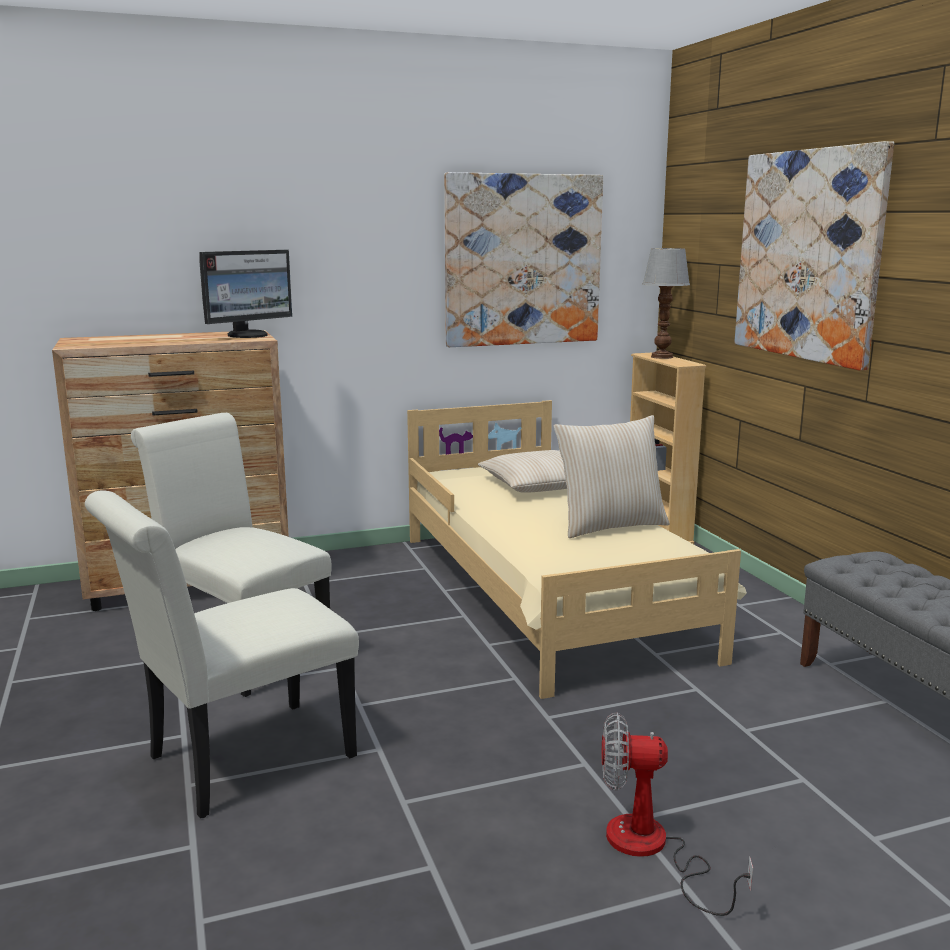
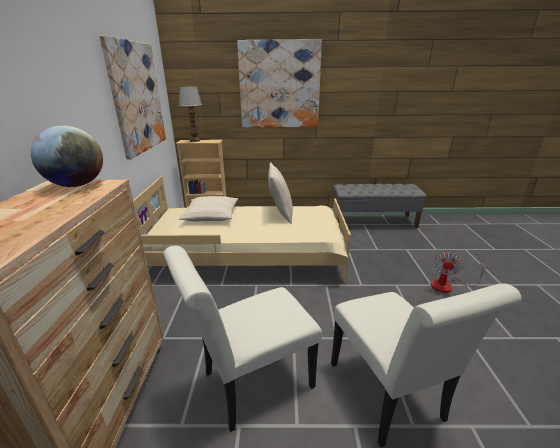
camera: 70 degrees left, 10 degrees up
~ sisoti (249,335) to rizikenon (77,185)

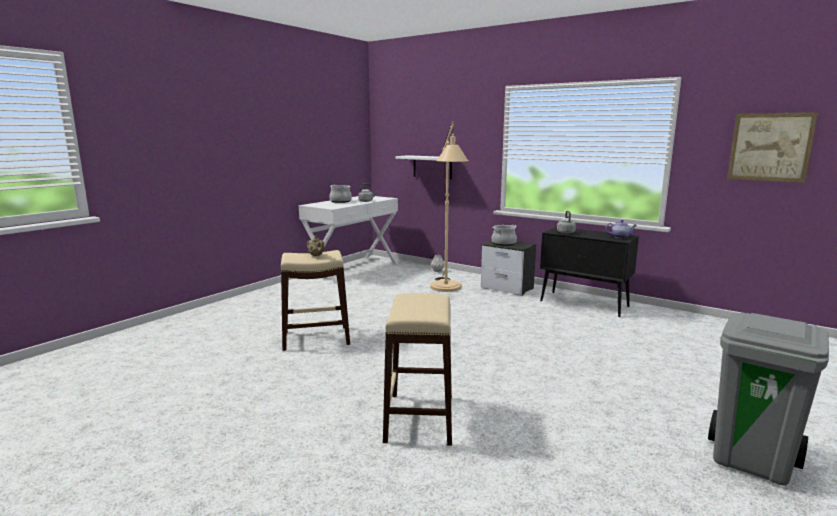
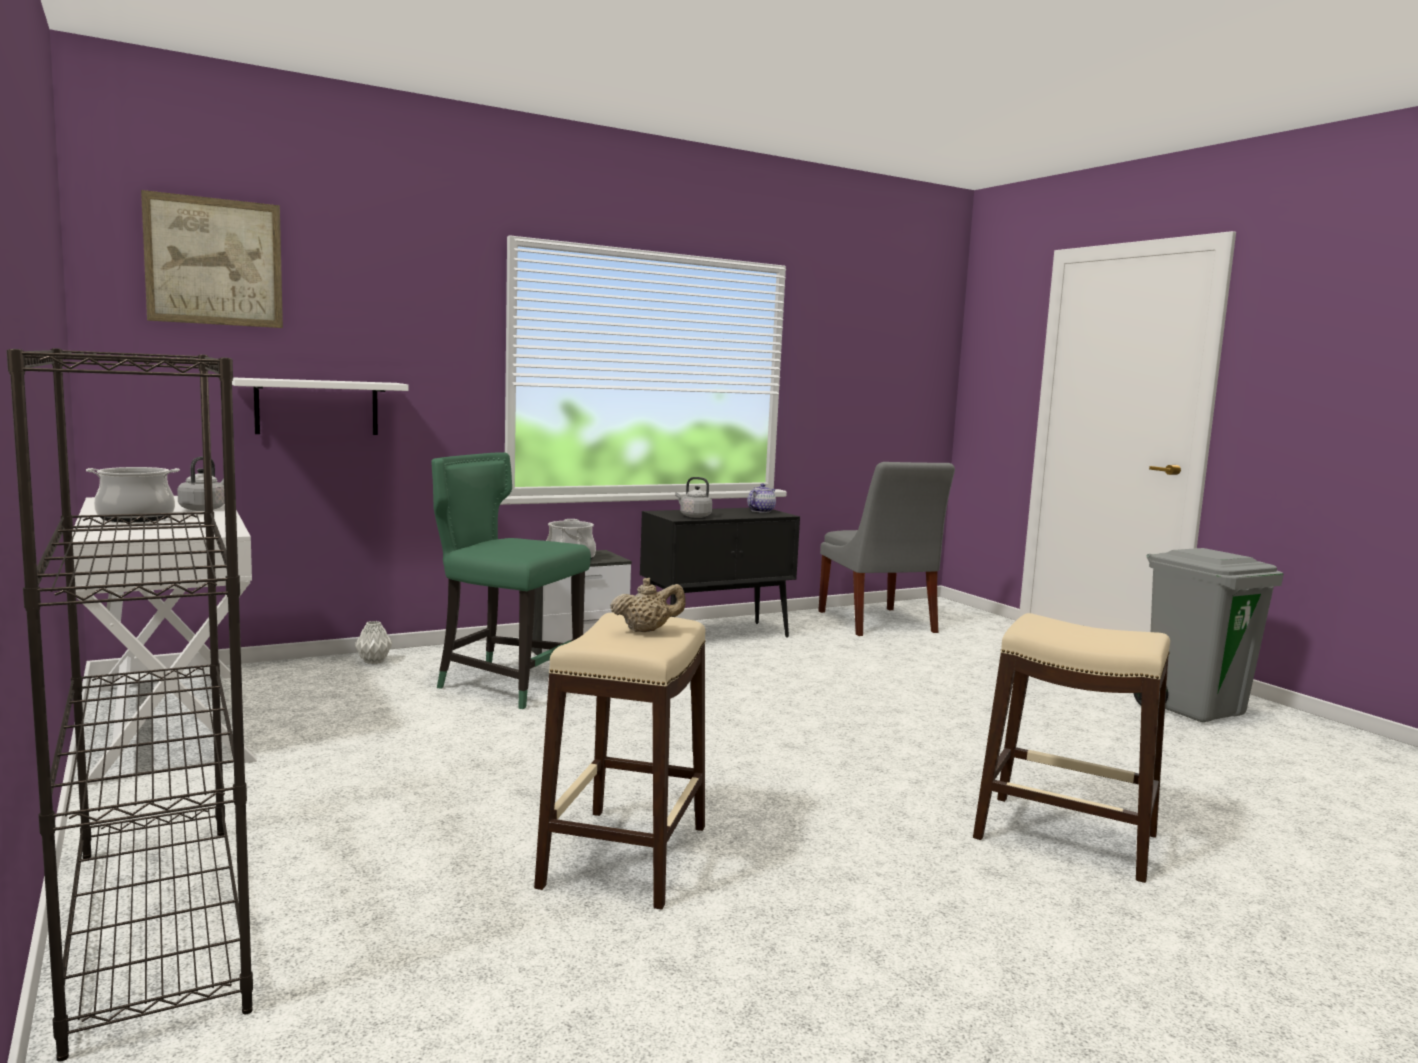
camera: 65 degrees left, 5 degrees down
+ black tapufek (155,923)
+ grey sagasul (877,623)
~ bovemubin (770,147) to (214,262)
~ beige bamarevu (446,289) to green sagasul (506,684)

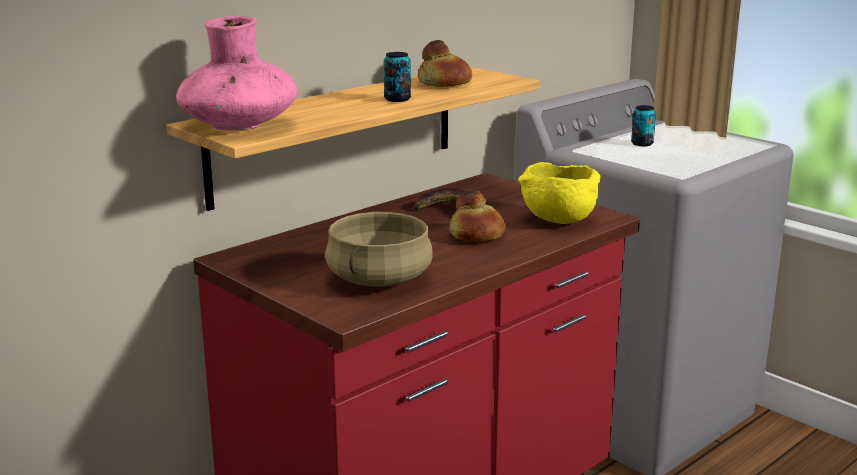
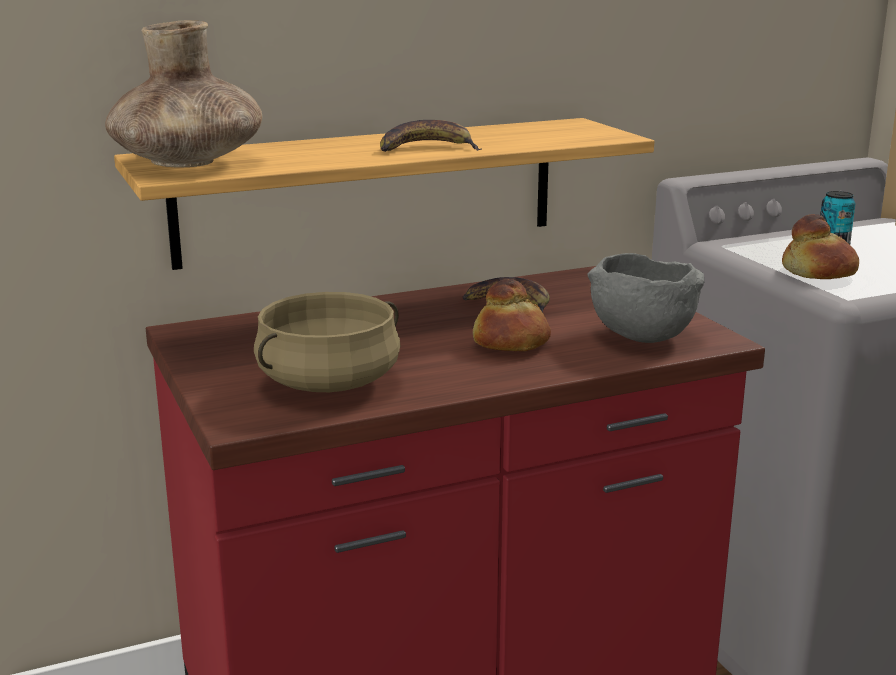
camera: 20 degrees right, 0 degrees up
~ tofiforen (444,84) to (817,273)
~ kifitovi (397,99) to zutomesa (427,148)
~ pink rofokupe (239,126) to brown rofokupe (187,163)
~ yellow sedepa (557,221) to grey sedepa (639,337)

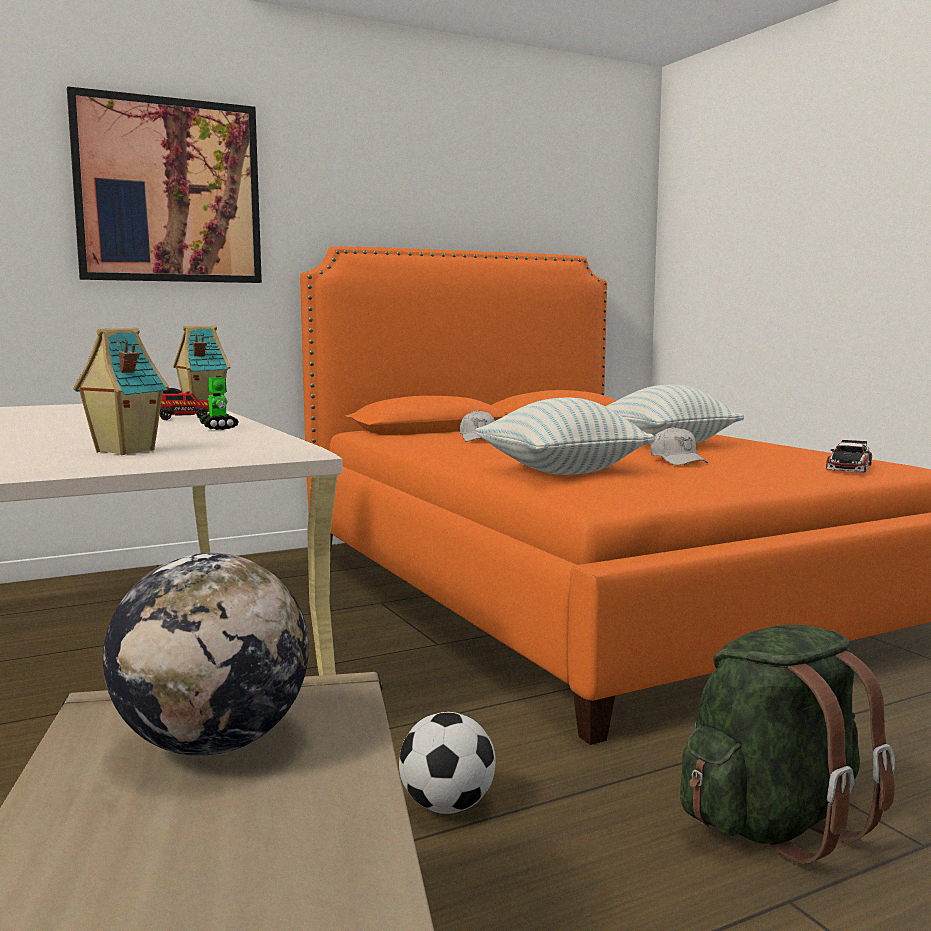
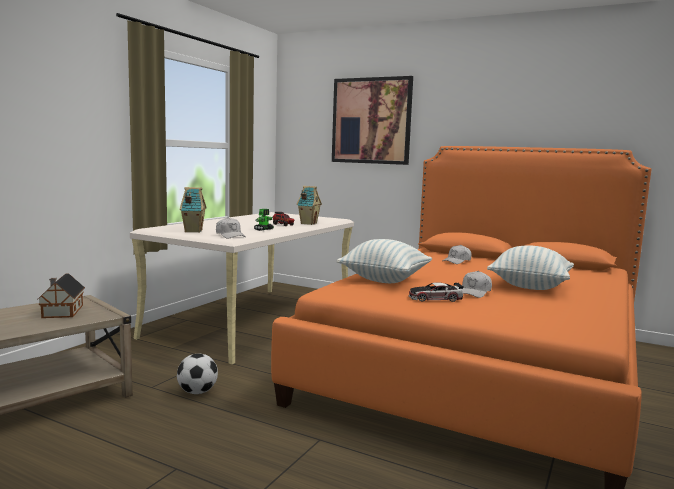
camera: 55 degrees right, 0 degrees up
- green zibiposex (774,823)
+ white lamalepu (230,236)
~ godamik (848,467) to (435,298)
~ rizikenon (213,744) to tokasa (61,312)

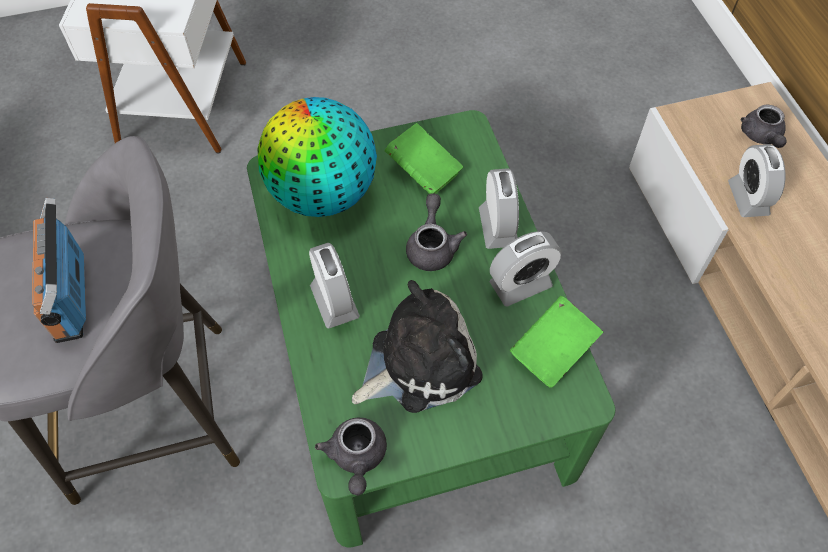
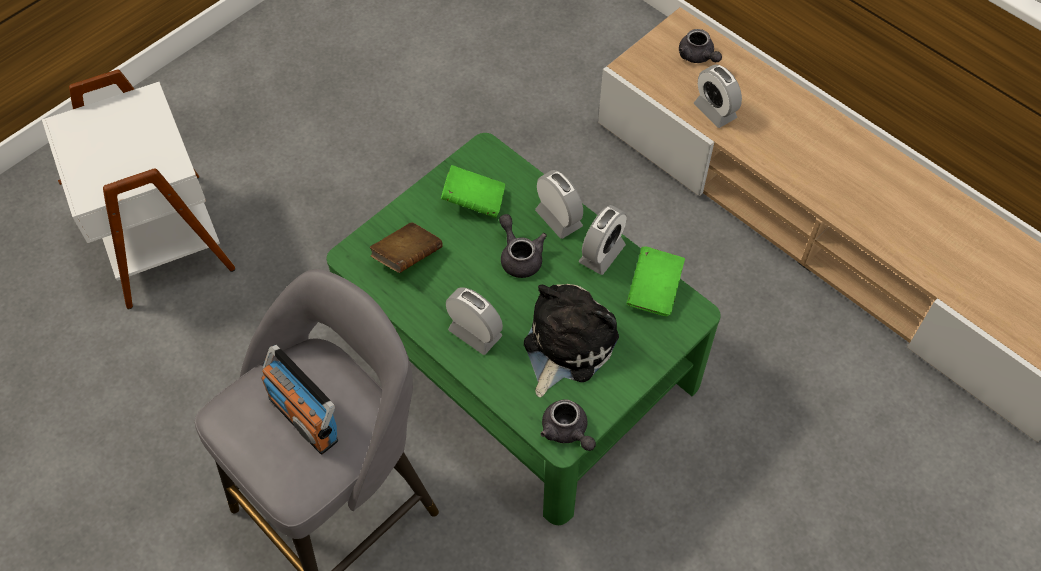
camera: 30 degrees left, 0 degrees up
~ rizikenon (322,194) to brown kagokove (407,257)

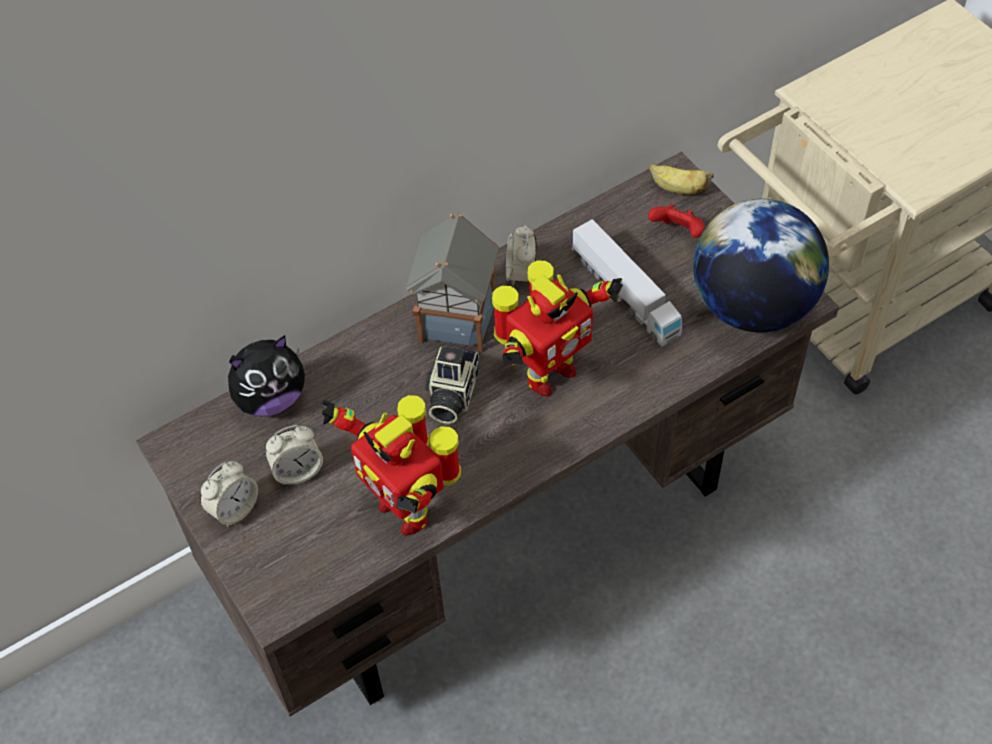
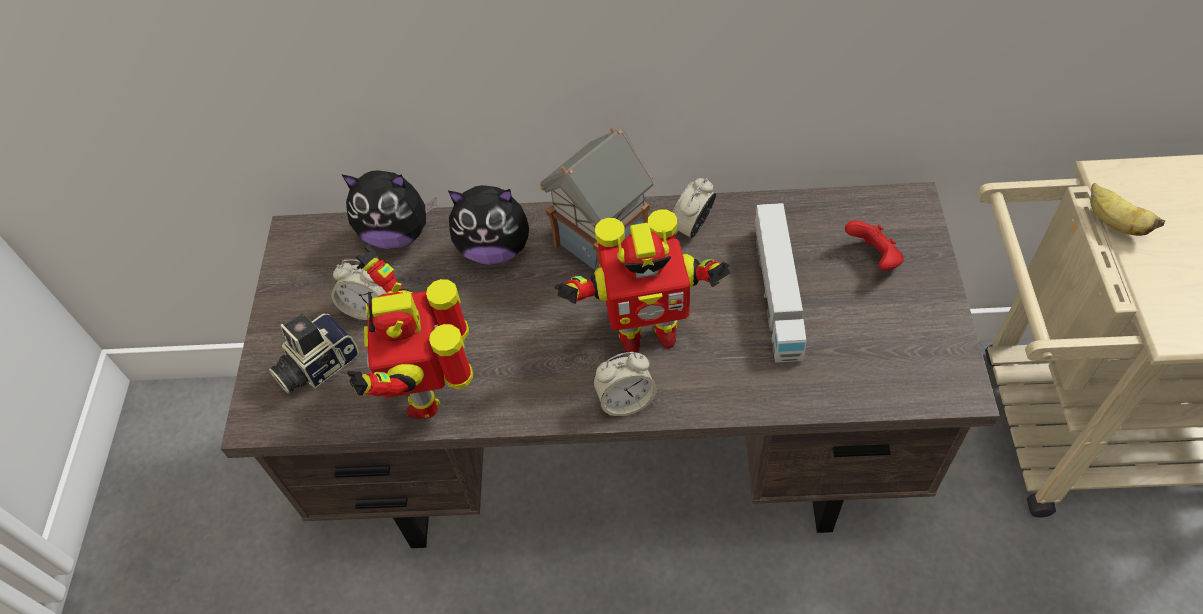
camera: 35 degrees right, 0 degrees up
- rizikenon (752,306)
+ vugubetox (495,249)
~ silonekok (234,509) to (625,400)
~ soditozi (451,395) to (316,365)
~ zutomesa (677,188) to (1114,222)

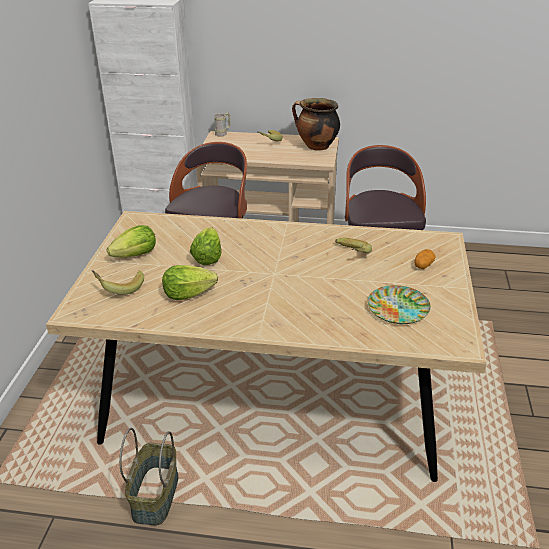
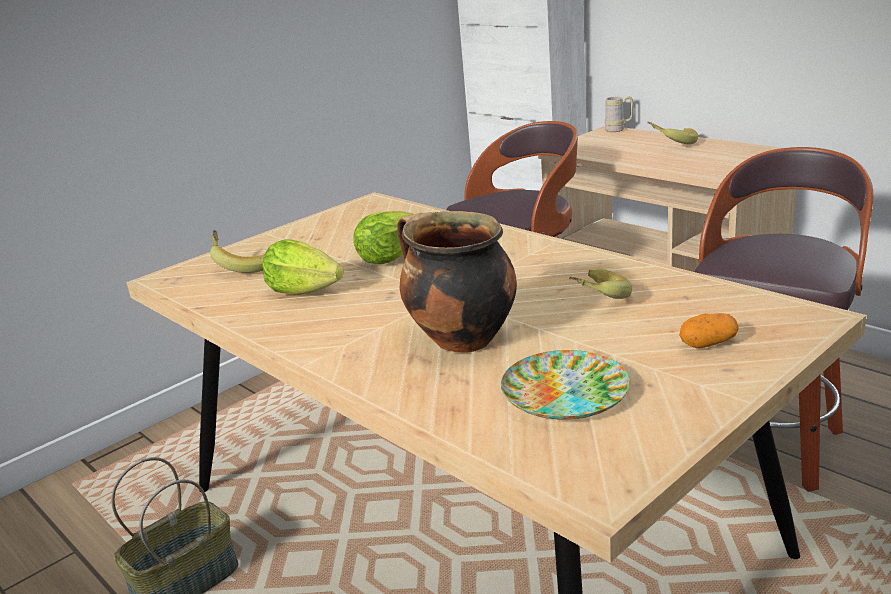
camera: 40 degrees right, 10 degrees down
- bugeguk (136,255)
~ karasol (316,147) to (460,339)

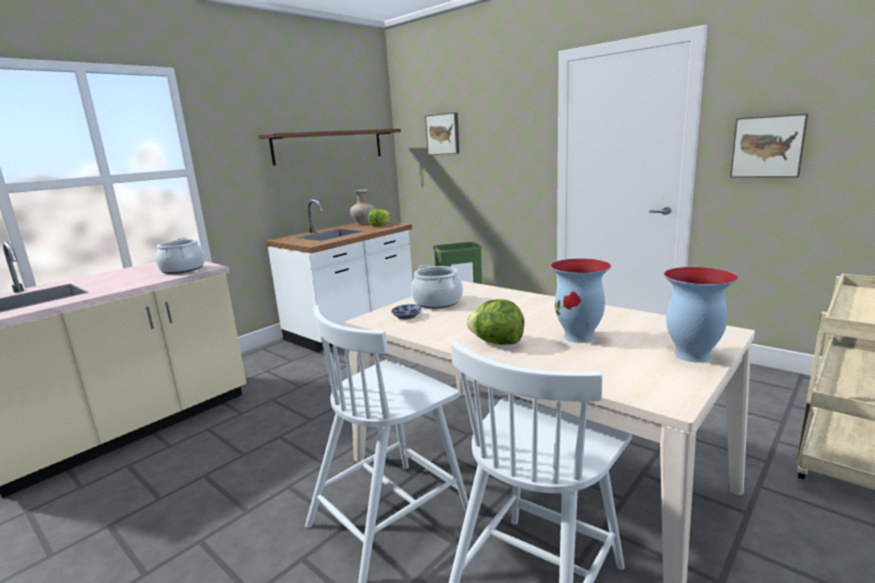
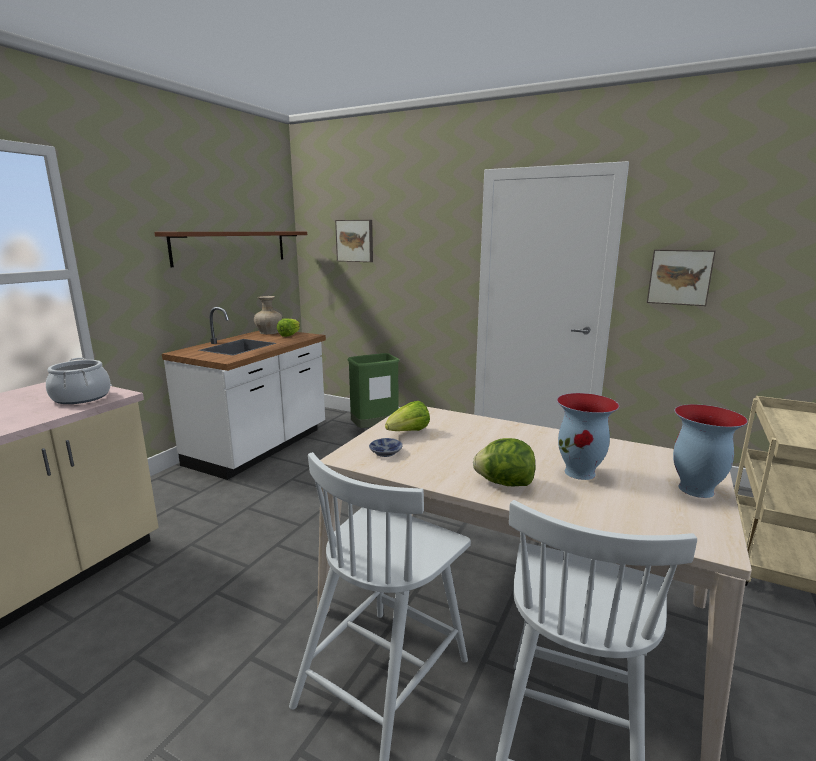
camera: 15 degrees left, 0 degrees up
~ karasol (438,302) to bugeguk (408,433)

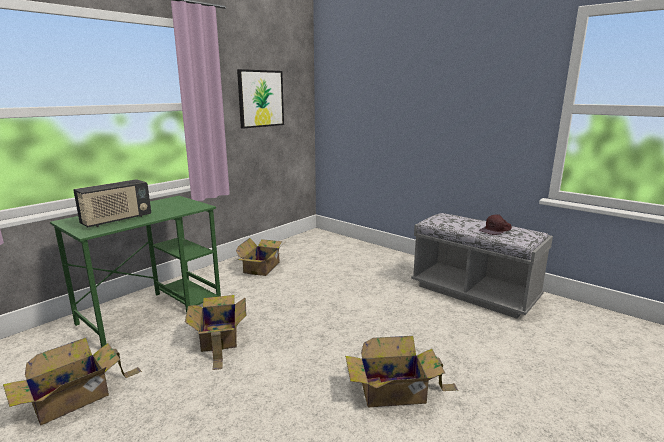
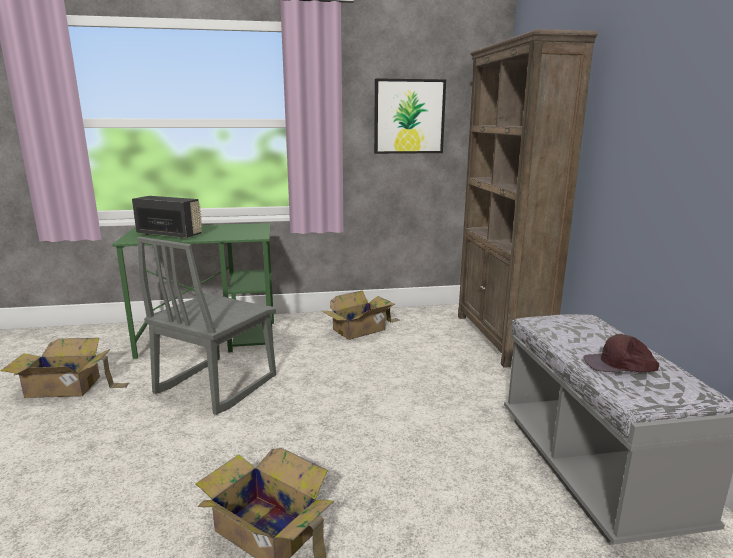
camera: 40 degrees right, 0 degrees up
+ brown tapufek (501,338)
~ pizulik (219,338) to grey sagasul (216,385)
~ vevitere (116,220) = (170,235) 150 degrees counterclockwise

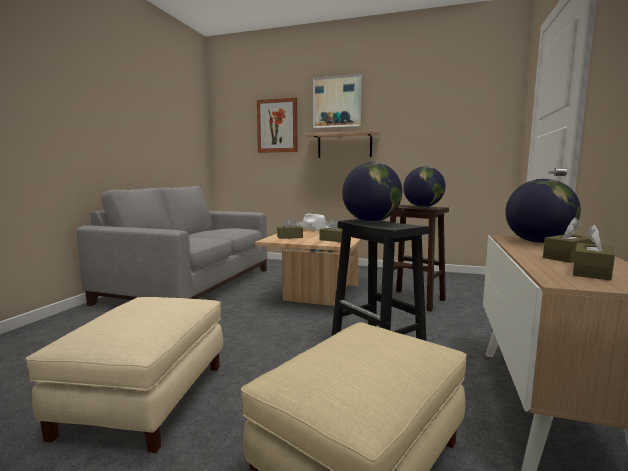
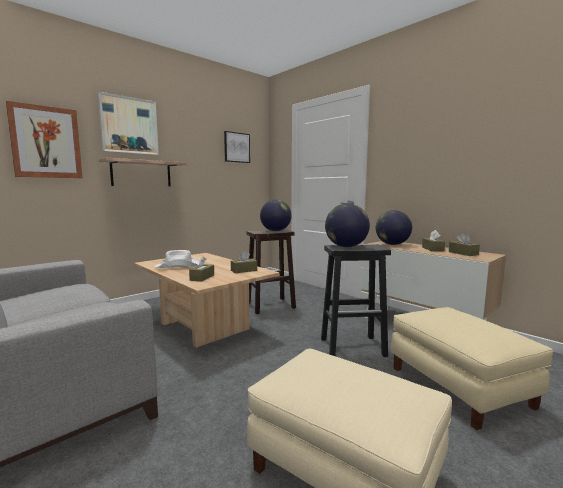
camera: 60 degrees left, 0 degrees up
+ bovemubin (236,147)

